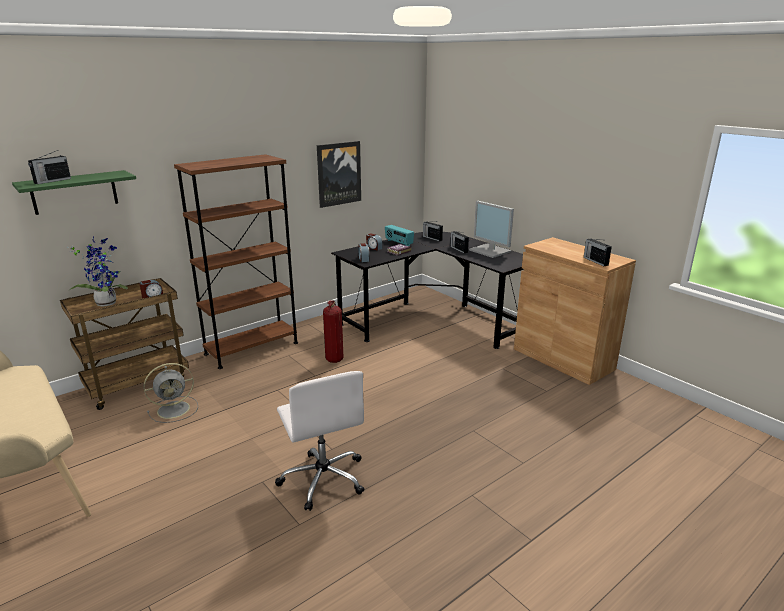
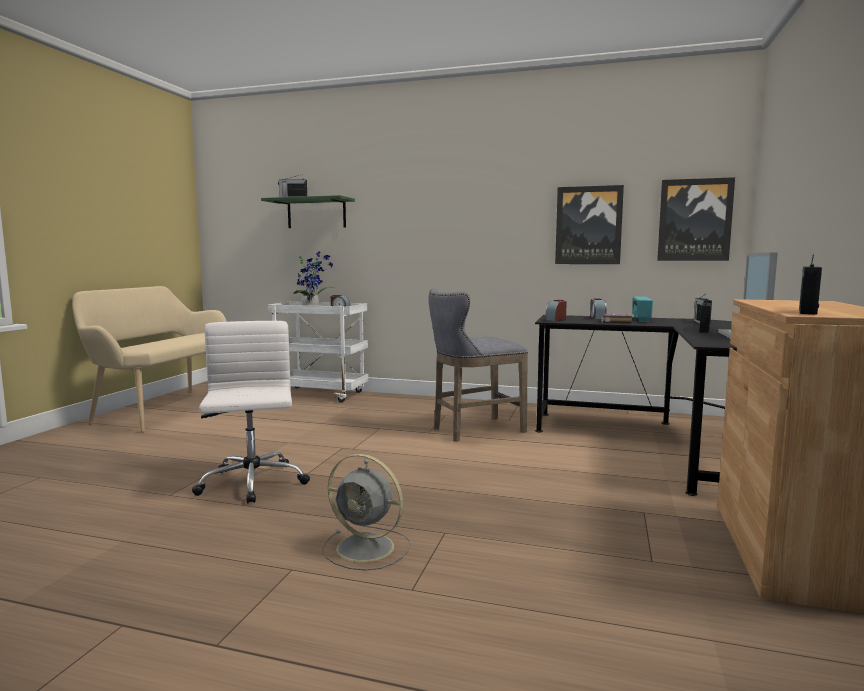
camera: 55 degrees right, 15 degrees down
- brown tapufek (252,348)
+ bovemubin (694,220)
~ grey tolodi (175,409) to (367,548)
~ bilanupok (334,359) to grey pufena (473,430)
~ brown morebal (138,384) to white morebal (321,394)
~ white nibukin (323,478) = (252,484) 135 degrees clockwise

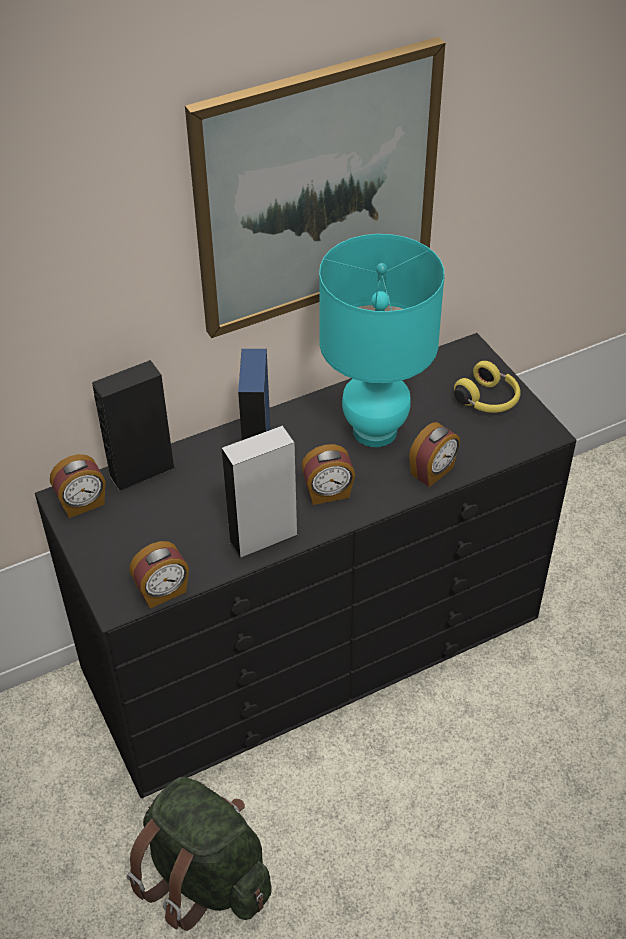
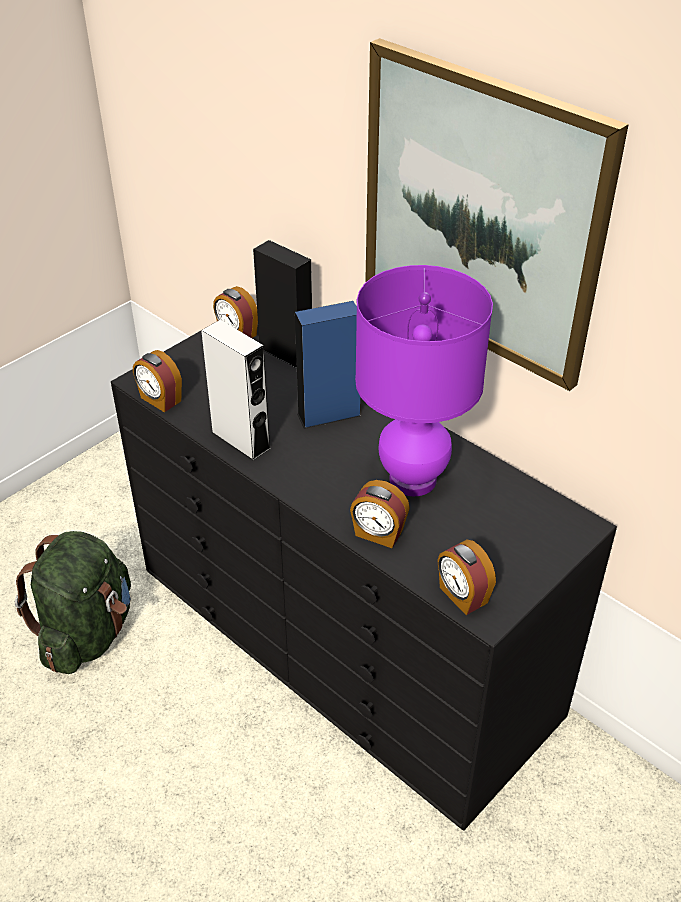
camera: 70 degrees right, 5 degrees down
- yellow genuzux (488,400)
~ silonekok (328,493) to (462,596)
~ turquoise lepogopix (375,431) to purple lepogopix (413,480)

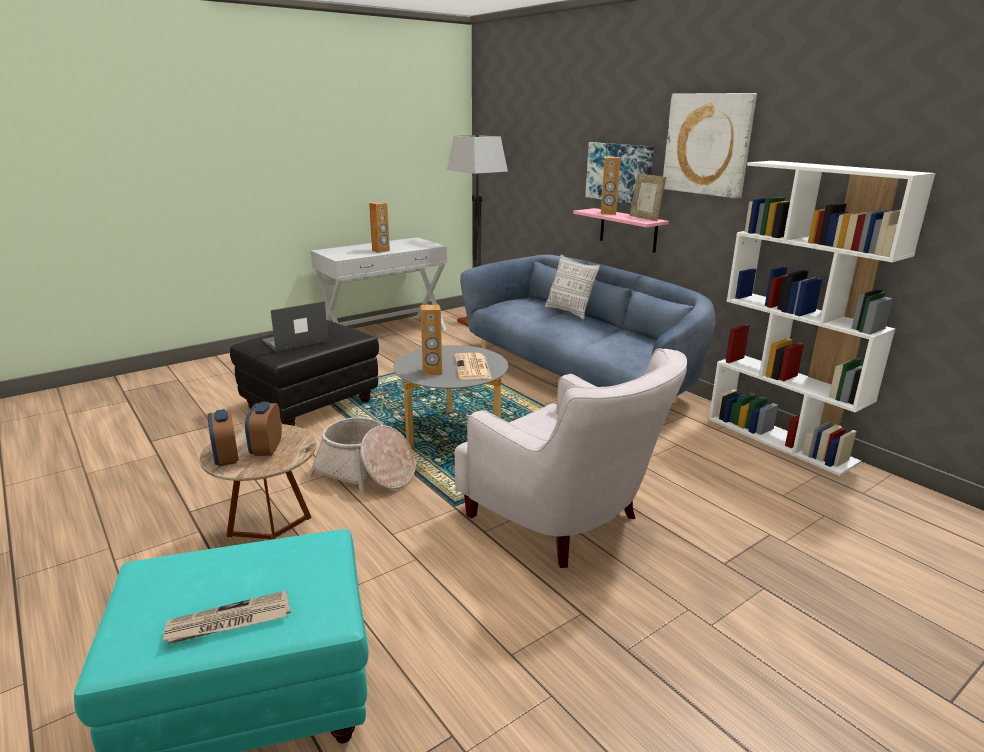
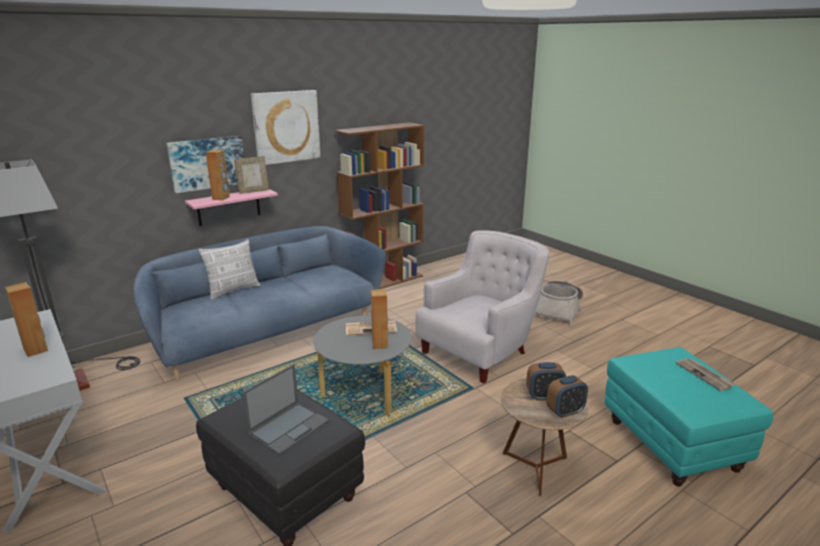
camera: 90 degrees left, 0 degrees up
~ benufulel (366,473) to (558,311)
~ white tapufek (781,440) to brown tapufek (383,282)
~ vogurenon (294,341) = (289,427) 105 degrees counterclockwise

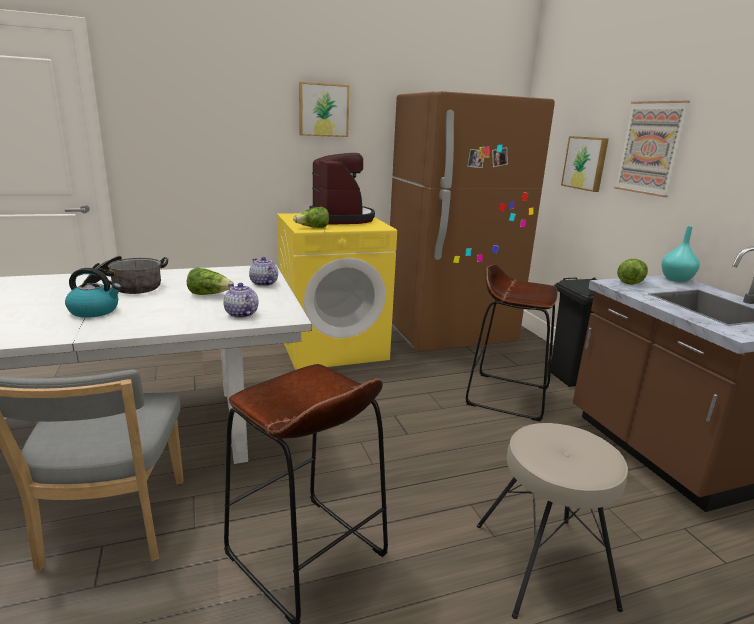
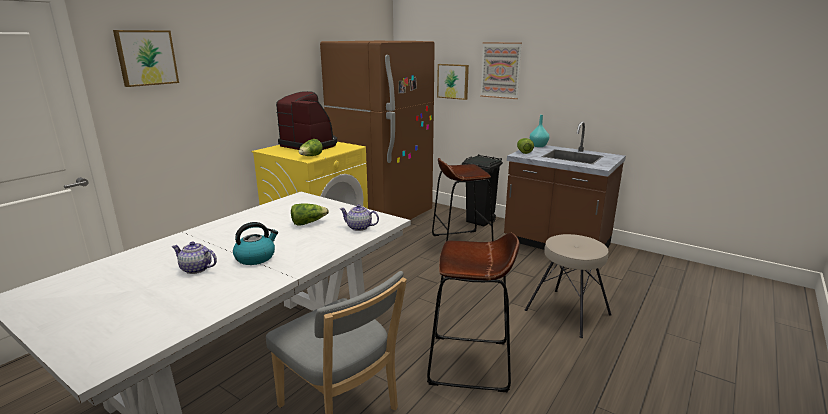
camera: 35 degrees left, 0 degrees up
- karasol (125,288)
~ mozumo (263,283) to (196,269)
~ bovemubin (323,110) to (146,57)

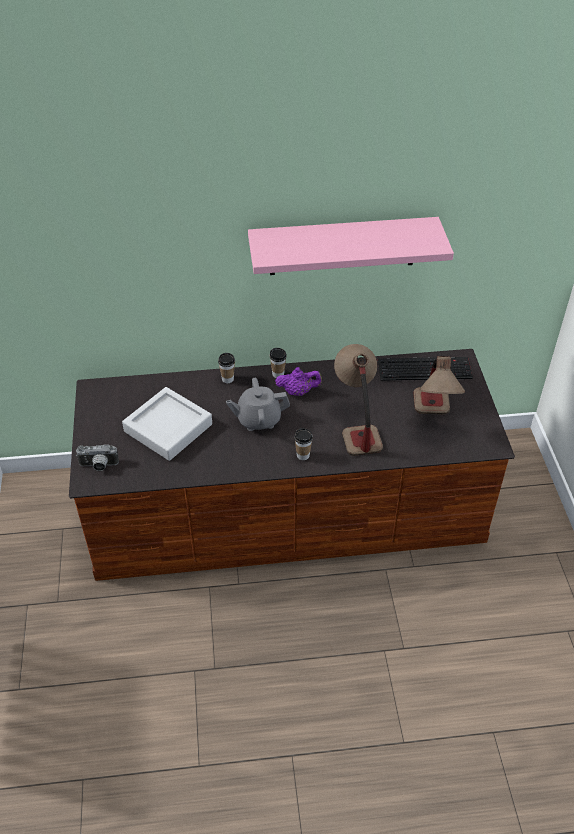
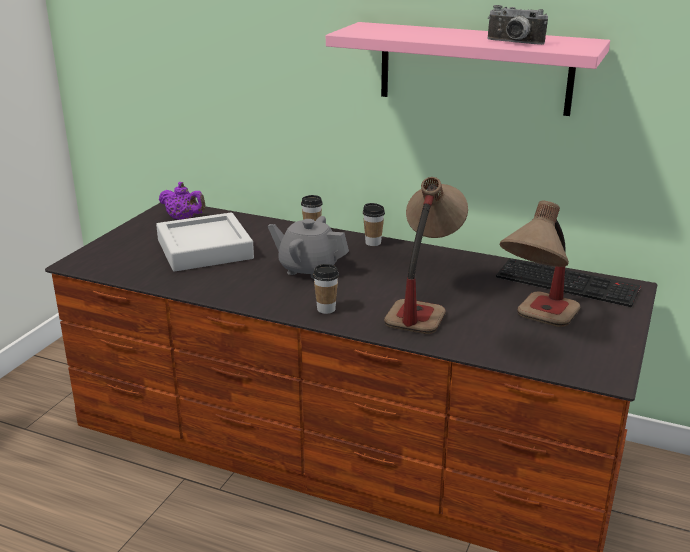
camera: 30 degrees right, 20 degrees down
~ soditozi (98,466) to (513,43)
~ purple mozumo (298,392) to (184,219)

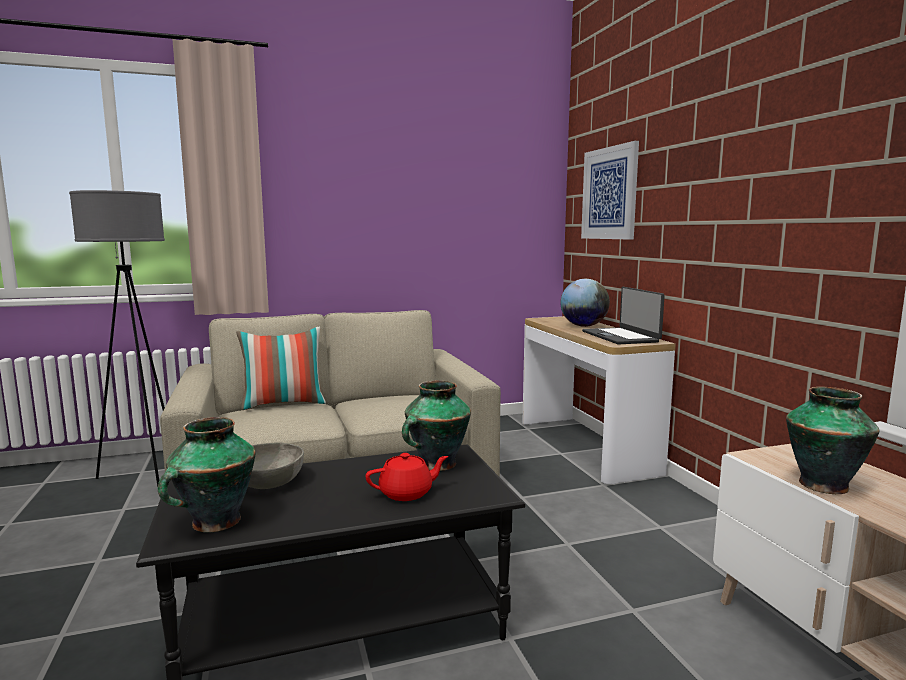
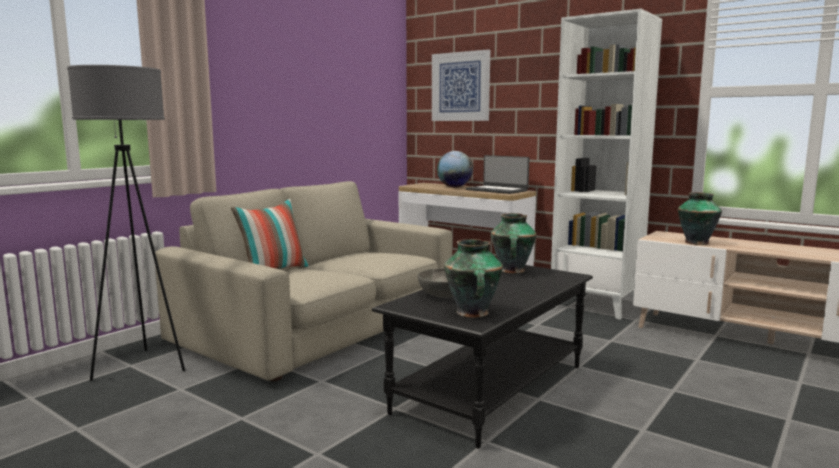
camera: 35 degrees left, 0 degrees up
- red mozumo (407,493)
+ white tapufek (596,305)

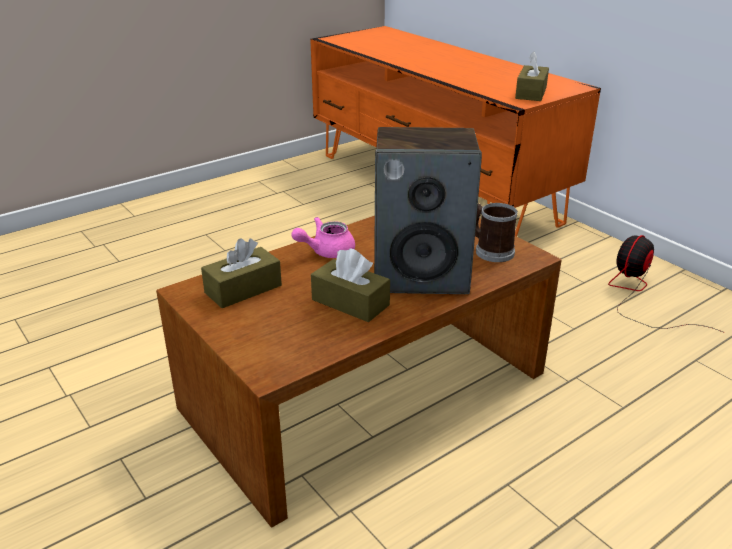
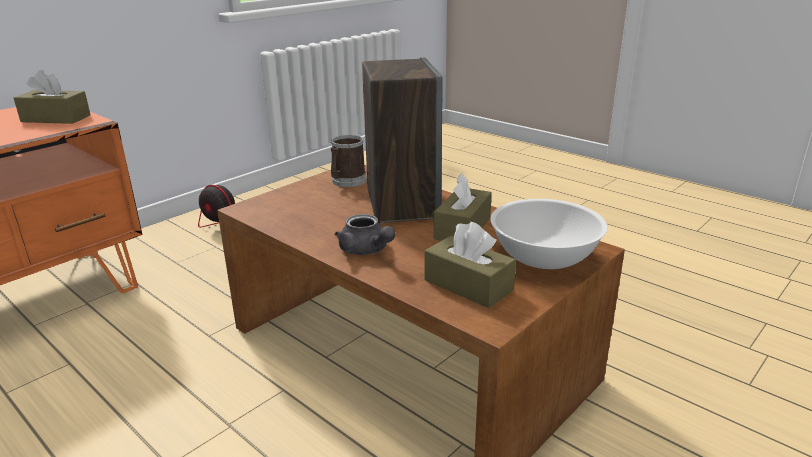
camera: 100 degrees left, 5 degrees down
+ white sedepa (545,257)
~ pink mozumo (326,251) to grey mozumo (366,251)

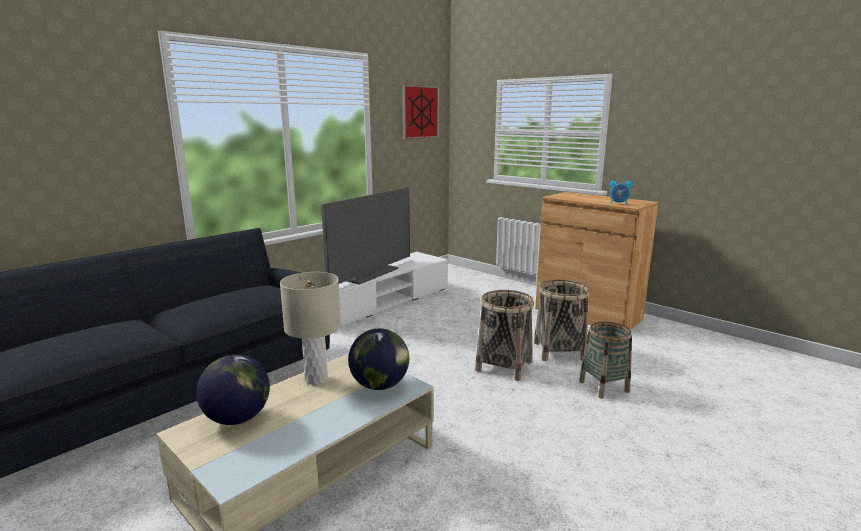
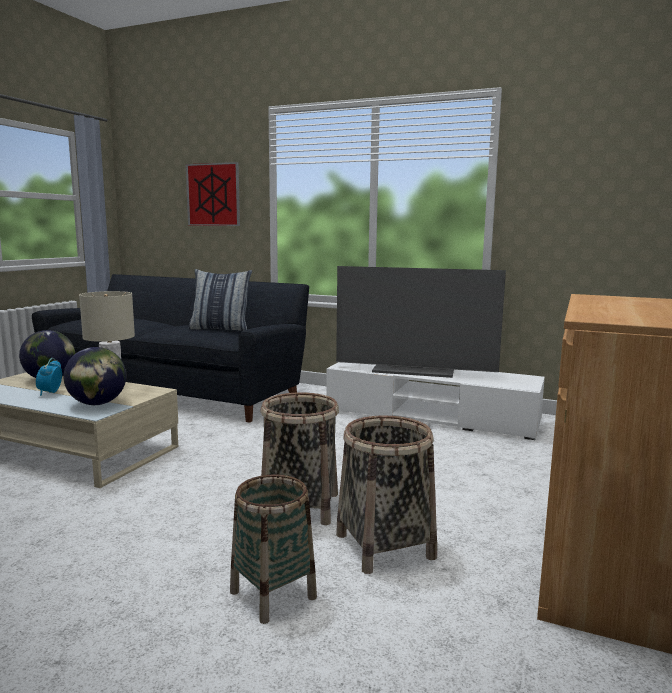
camera: 70 degrees right, 5 degrees down
+ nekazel (220,329)
~ bovemubin (420,112) to (213,194)
~ silonekok (619,203) to (50,393)

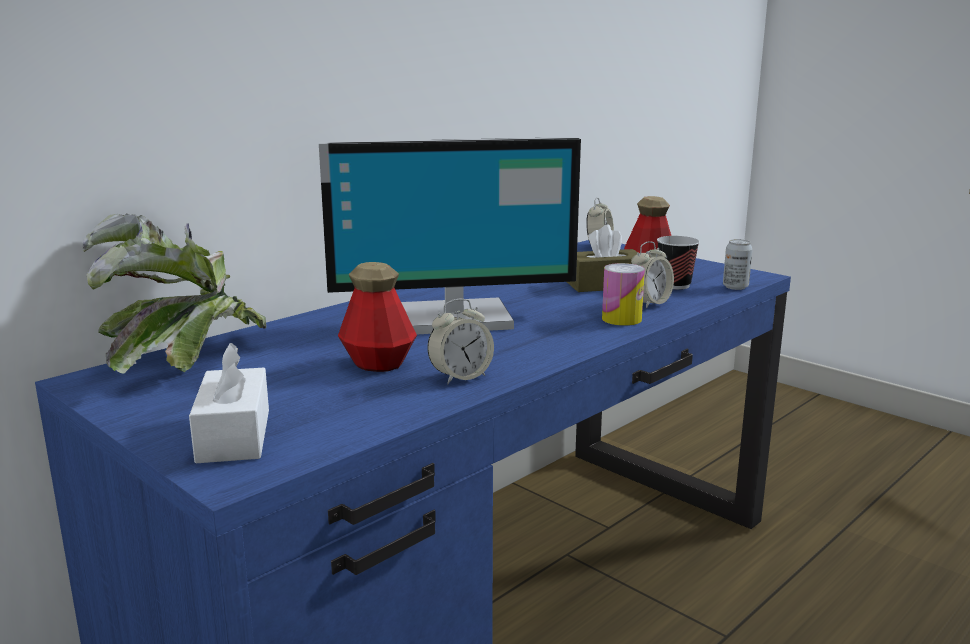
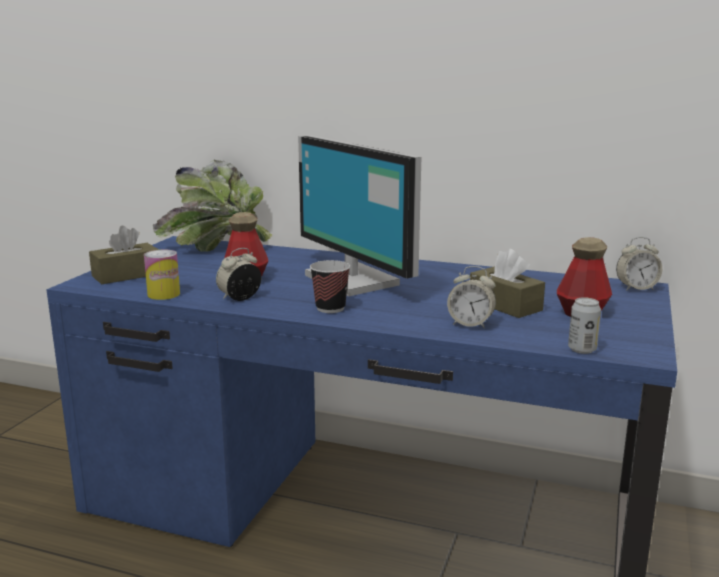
camera: 65 degrees right, 0 degrees up
~ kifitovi (621,319) to (163,294)
~ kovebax (675,285) to (330,308)
~ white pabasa (234,435) to brown pabasa (126,275)
~ silonekok (460,377) = (240,298) 105 degrees clockwise

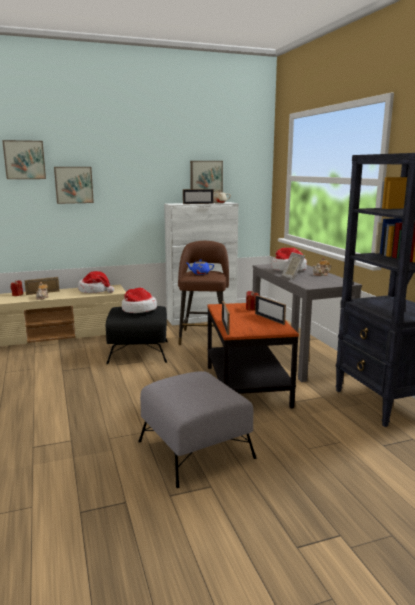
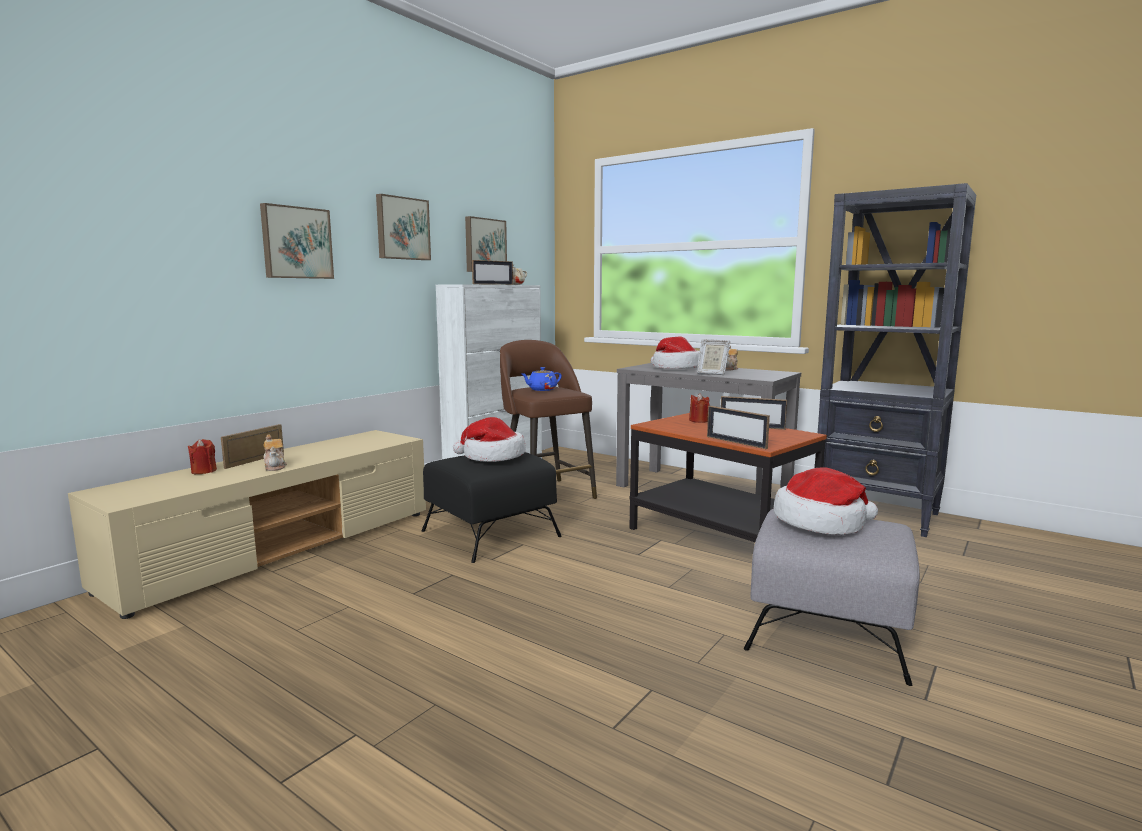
camera: 35 degrees left, 5 degrees down
~ bovemubin (24,160) to (402,228)
~ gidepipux (95,290) to (821,522)

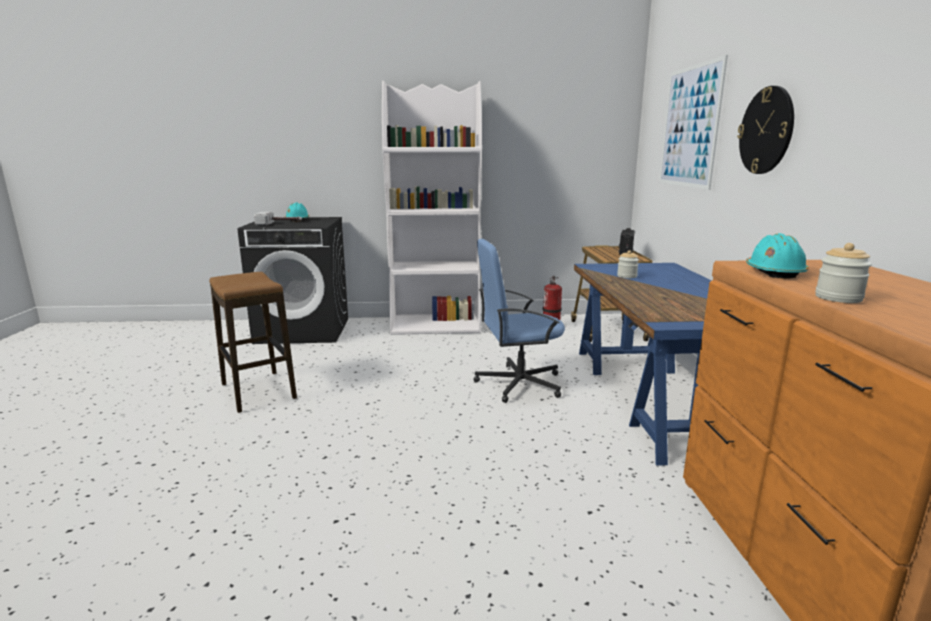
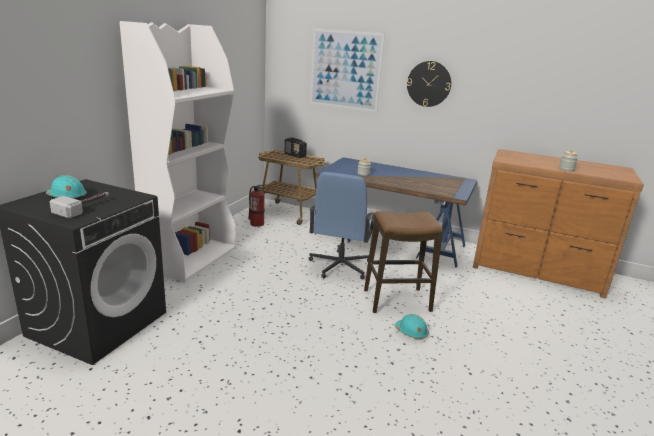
camera: 65 degrees left, 5 degrees up
~ pufena (258,391) to (397,300)
~ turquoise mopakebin (774,272) to (411,332)

